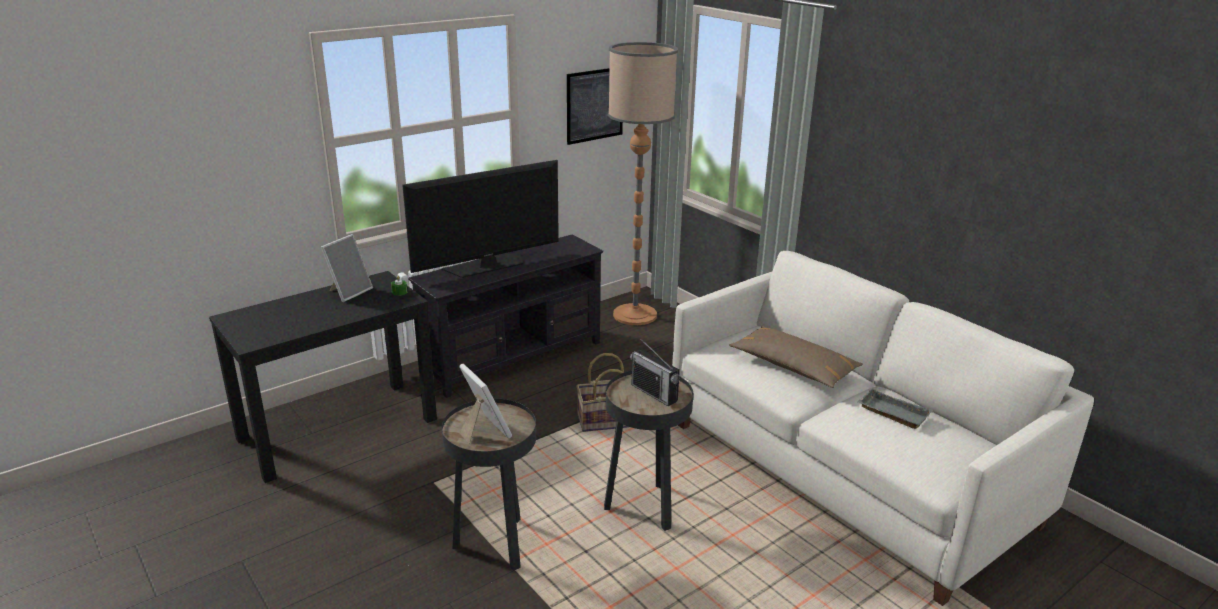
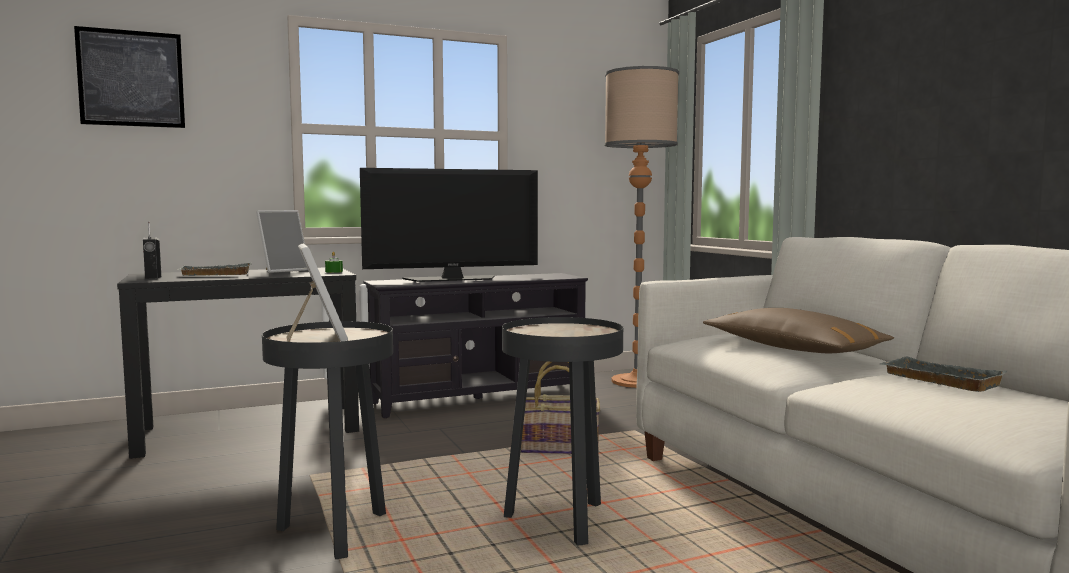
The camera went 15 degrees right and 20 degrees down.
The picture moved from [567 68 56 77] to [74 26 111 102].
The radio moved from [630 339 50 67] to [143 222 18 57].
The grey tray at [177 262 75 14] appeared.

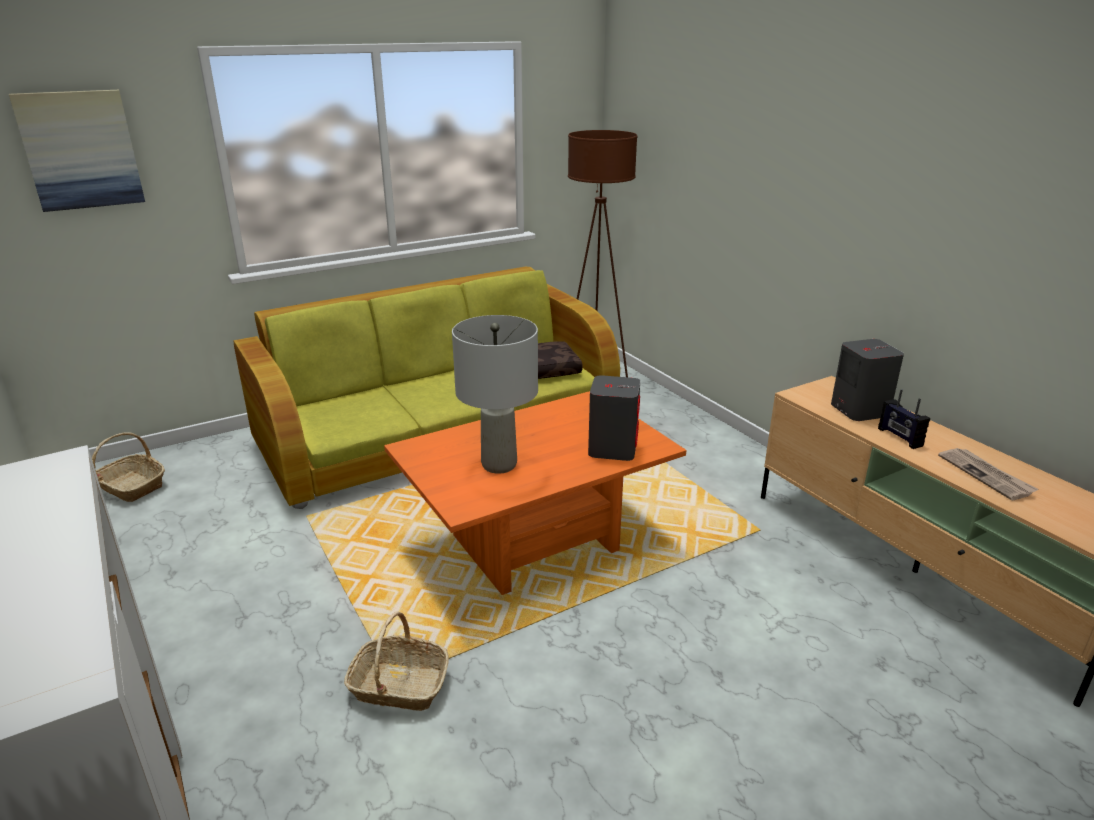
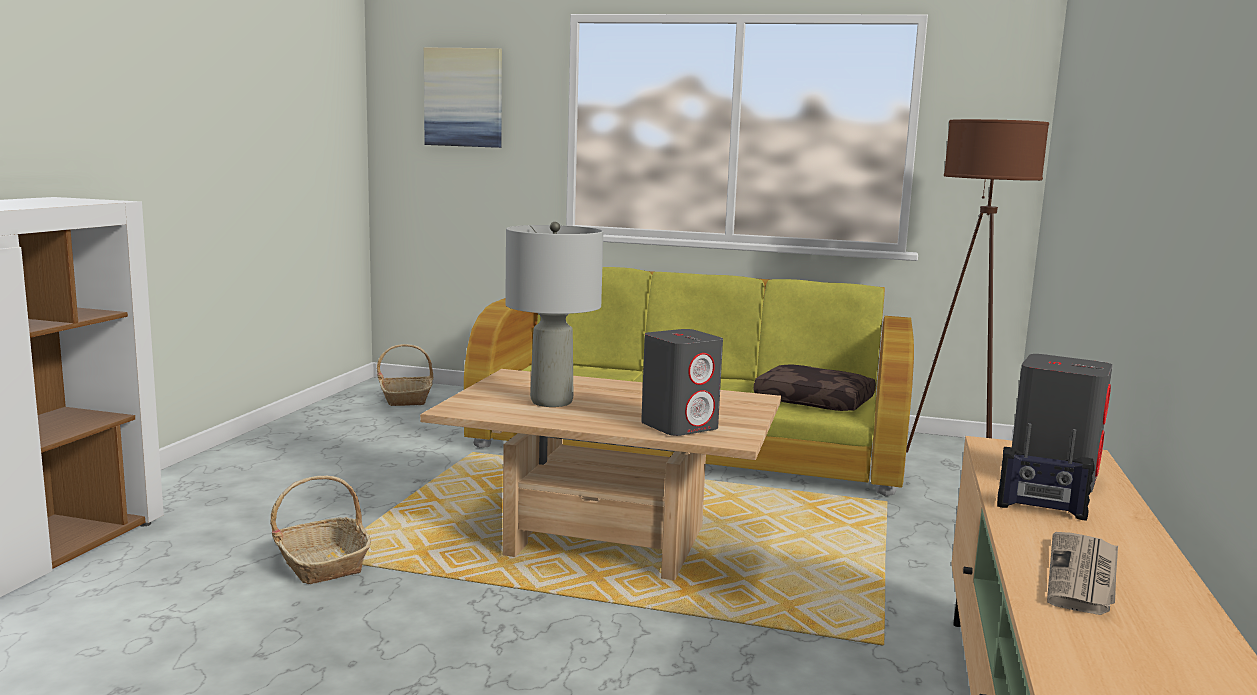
The camera went 45 degrees right and 15 degrees down.
The radio at [878 389 52 60] turned 90 degrees counterclockwise.
The orange coffee table at [384 391 302 204] became the beige coffee table at [420 369 361 211].

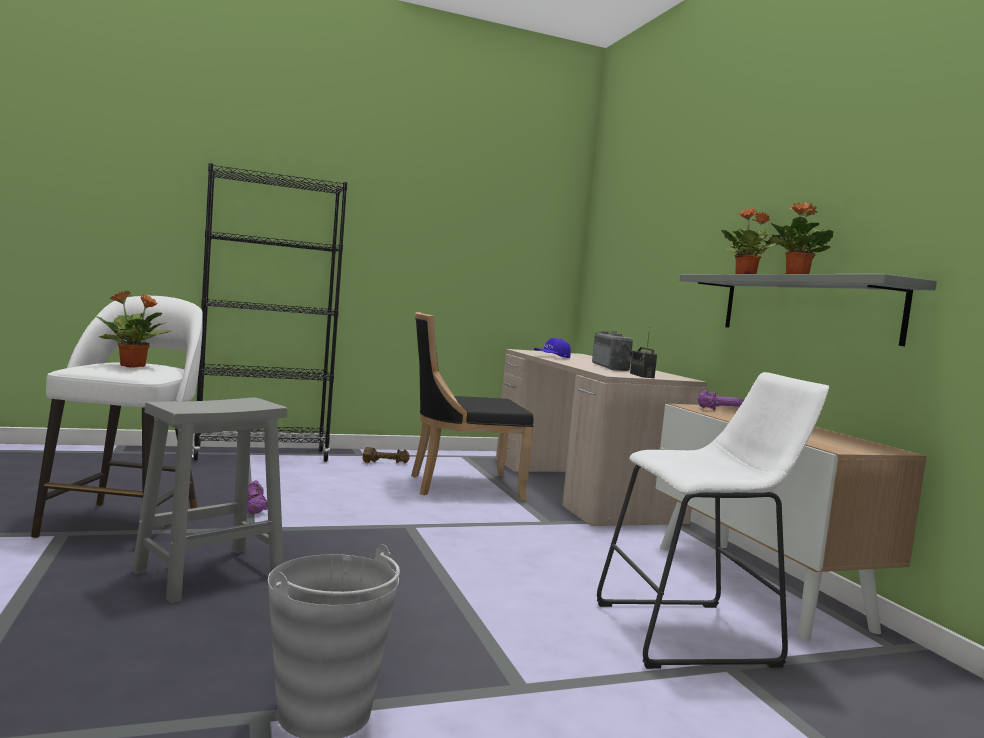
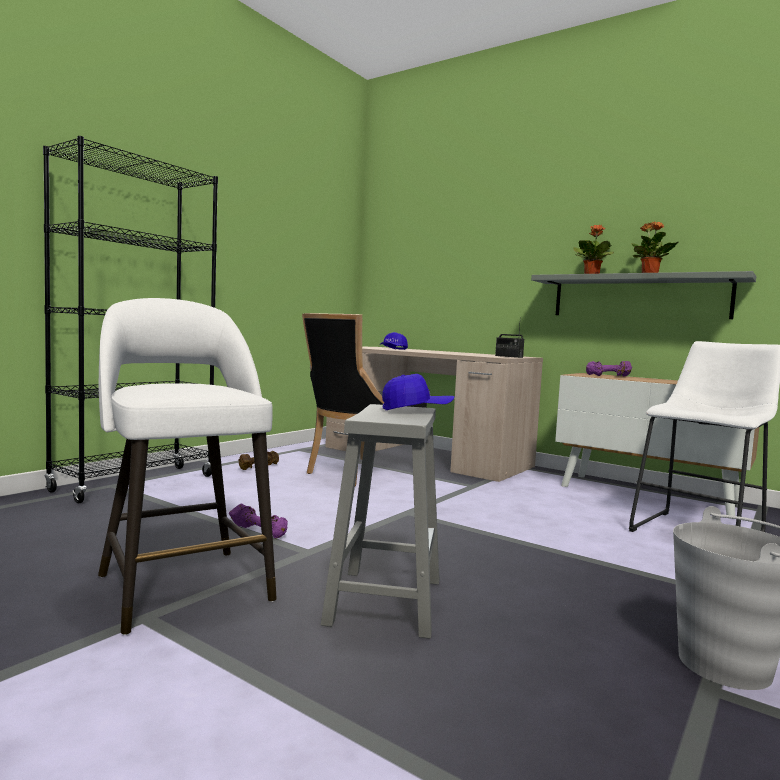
The camera went 35 degrees left and 0 degrees up.
The potted plant at [96 291 75 76] disappeared.
The radio at [592 331 41 40] disappeared.
The blue cap at [382 374 73 36] appeared.

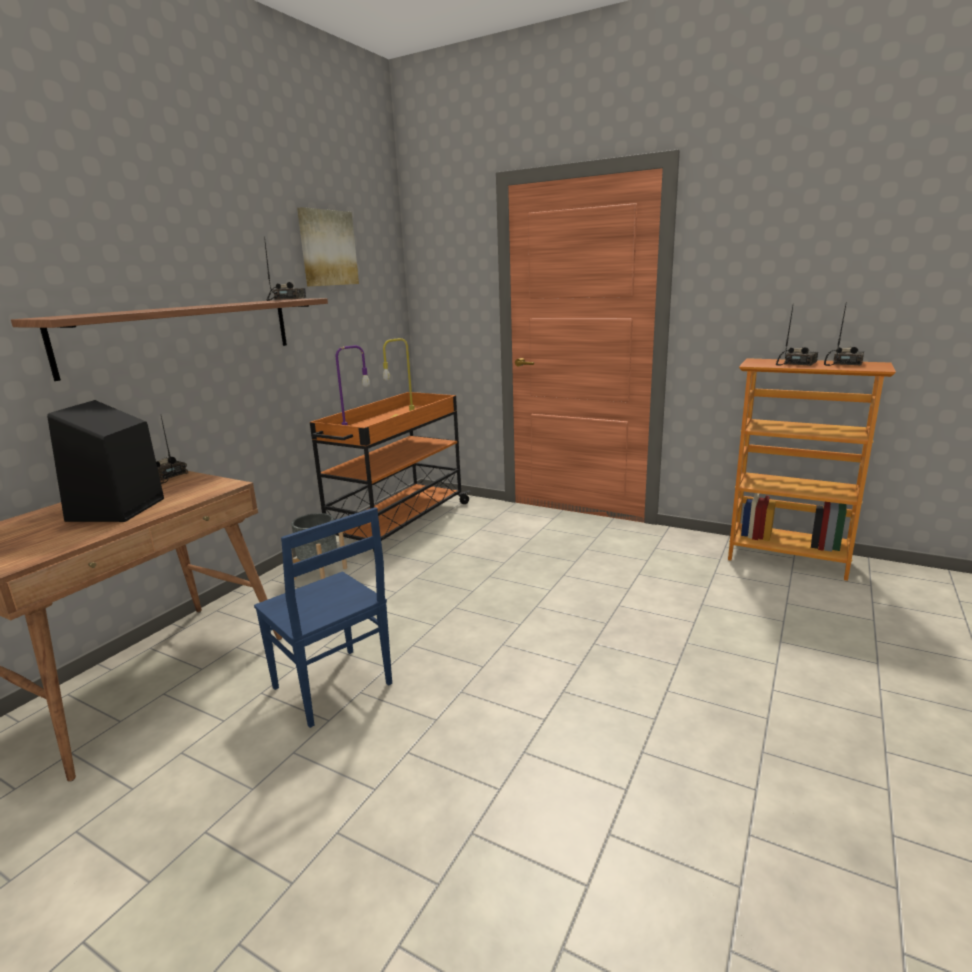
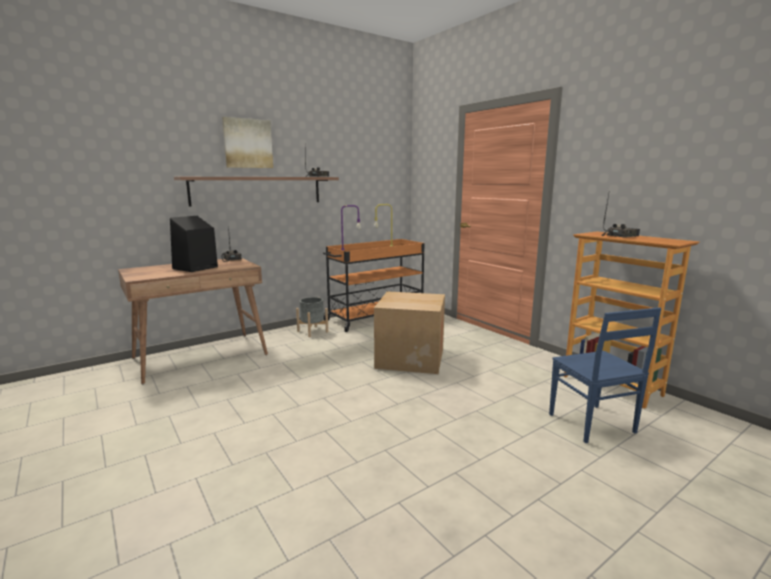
The camera went 25 degrees right and 5 degrees down.
The picture moved from [297 207 62 79] to [222 117 51 51].
The radio at [824 305 40 61] disappeared.
The blue chair moved from [254 507 138 221] to [549 307 112 136].
The cardboard box at [374 291 71 83] appeared.

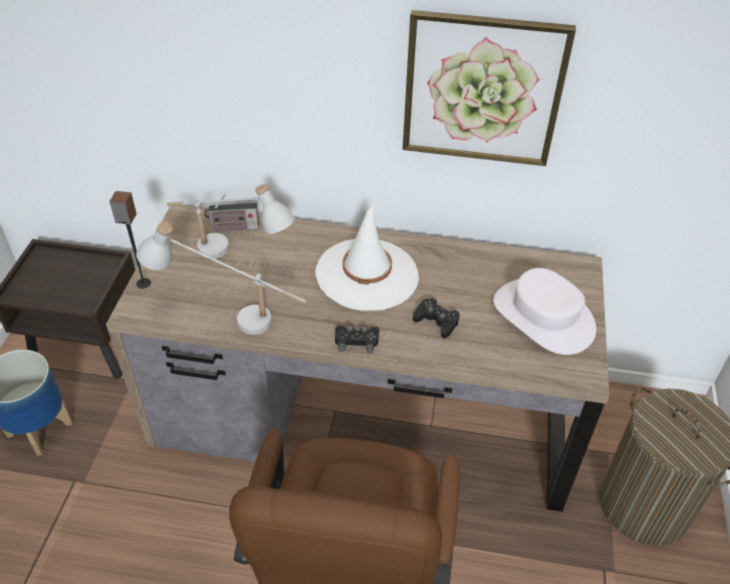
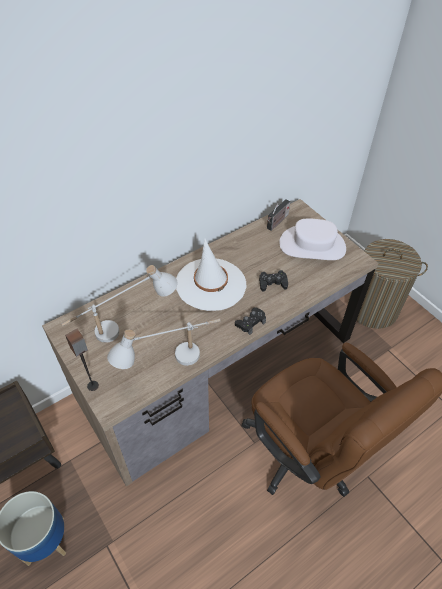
The camera went 45 degrees left and 5 degrees up.
The picture at [403 10 173 156] disappeared.
The radio moved from [204 195 55 37] to [267 199 23 32].

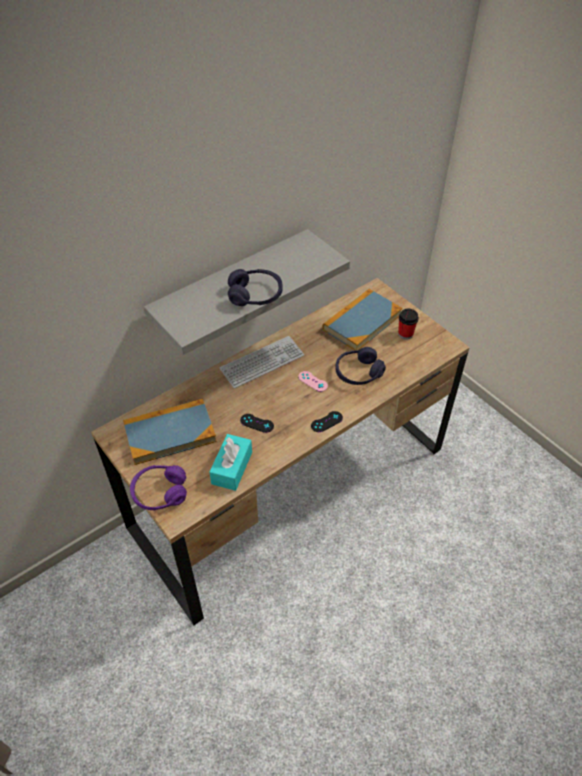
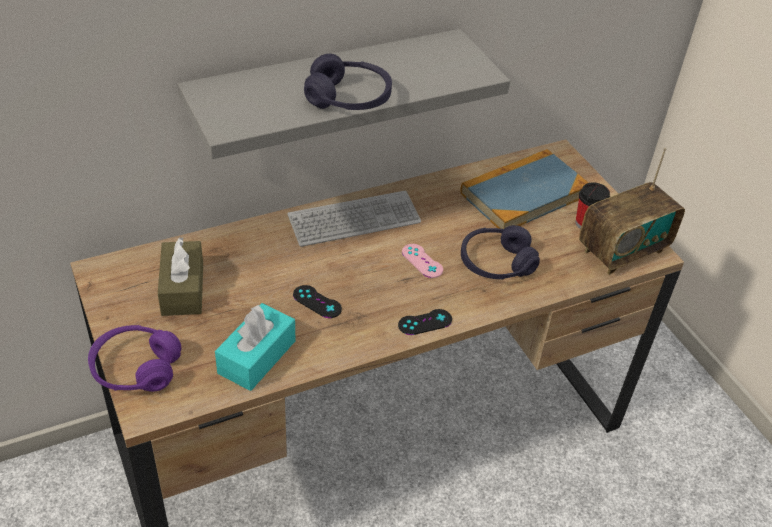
The camera went 10 degrees right and 5 degrees down.
The book at [123 399 94 66] was replaced by the brown tissue box at [158 237 45 79].
The radio at [579 147 106 128] appeared.

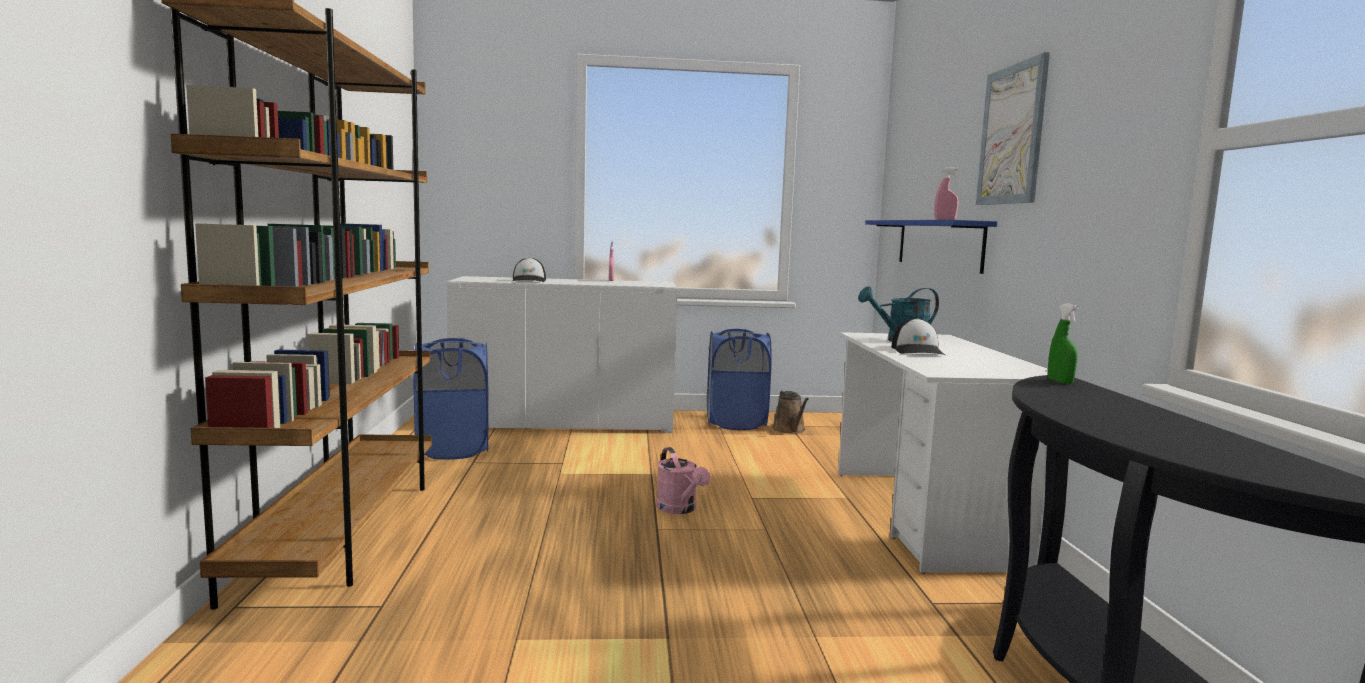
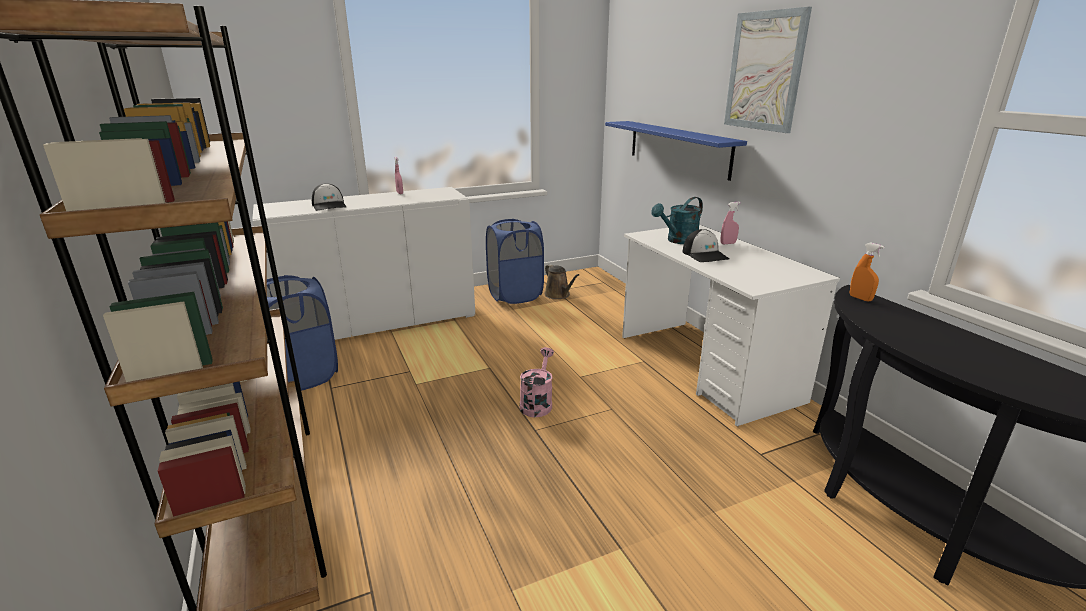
The camera went 20 degrees left and 15 degrees up.
The pink spray bottle moved from [934 167 25 53] to [721 202 20 42].
The green spray bottle at [1048 303 31 81] became the orange spray bottle at [849 242 35 59].
The pink watering can at [656 447 54 67] turned 120 degrees counterclockwise.

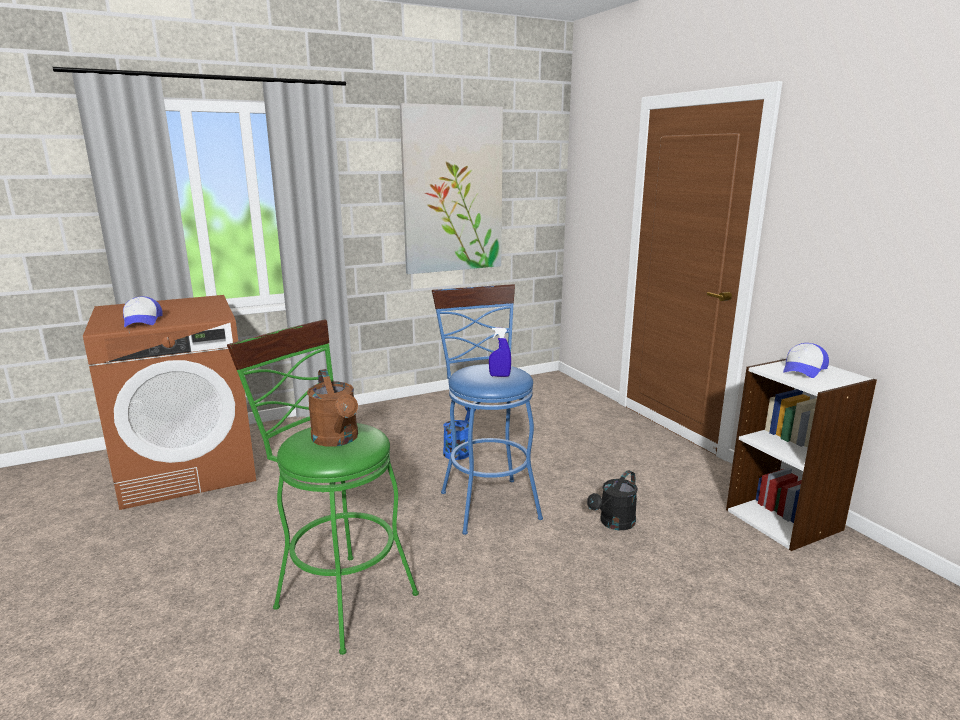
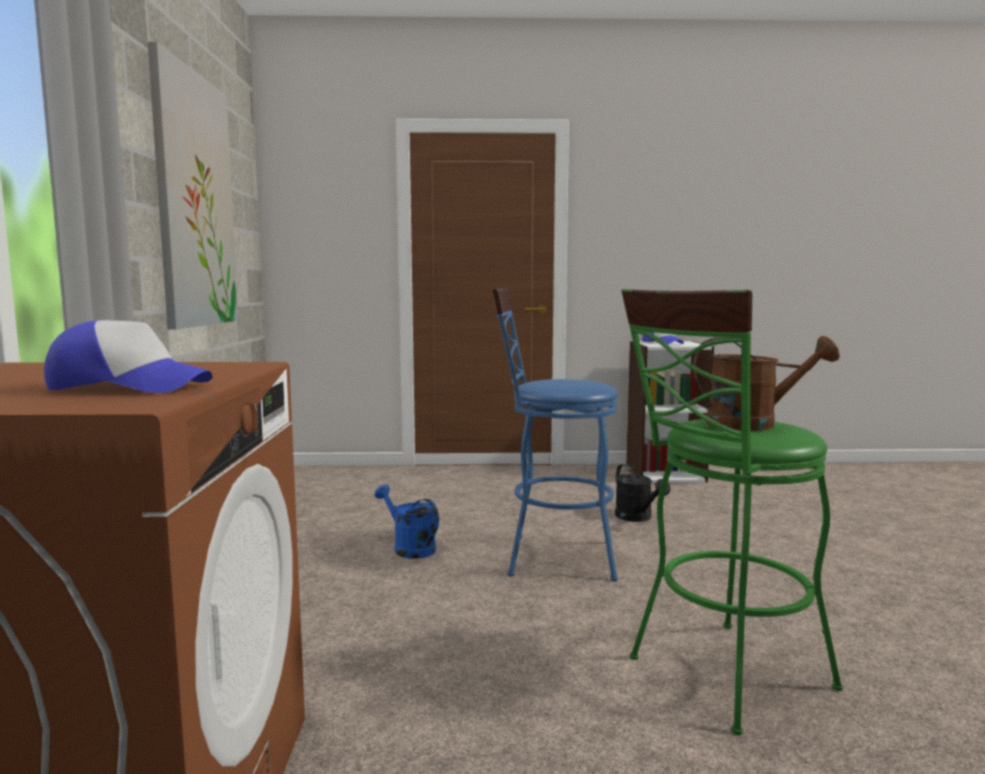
The camera went 65 degrees left and 10 degrees down.
The blue spray bottle at [489 328 22 49] disappeared.

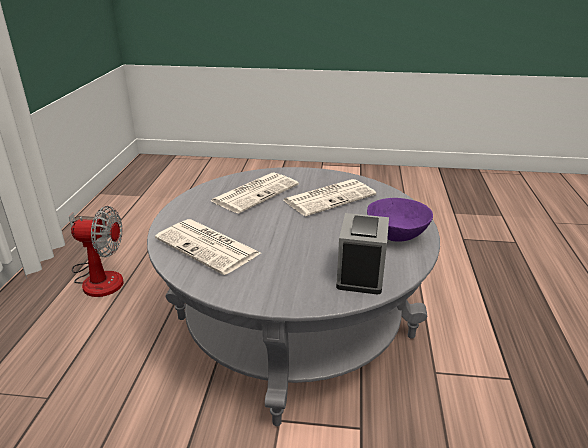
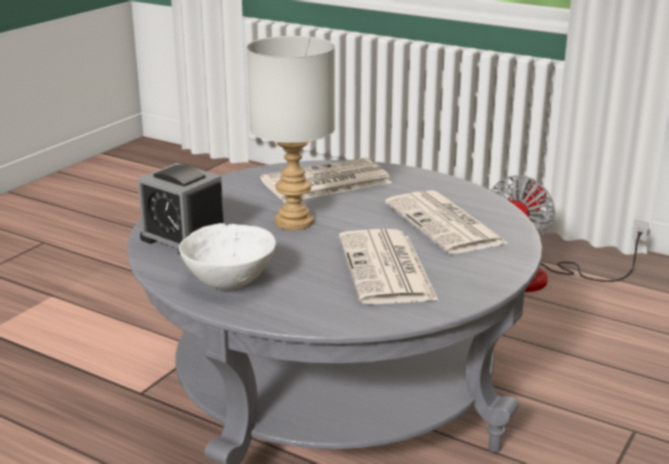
The camera went 115 degrees right and 5 degrees down.
The purple bowl at [367 198 66 44] became the white bowl at [179 223 97 67].
The grey table lamp at [247 36 88 194] appeared.

